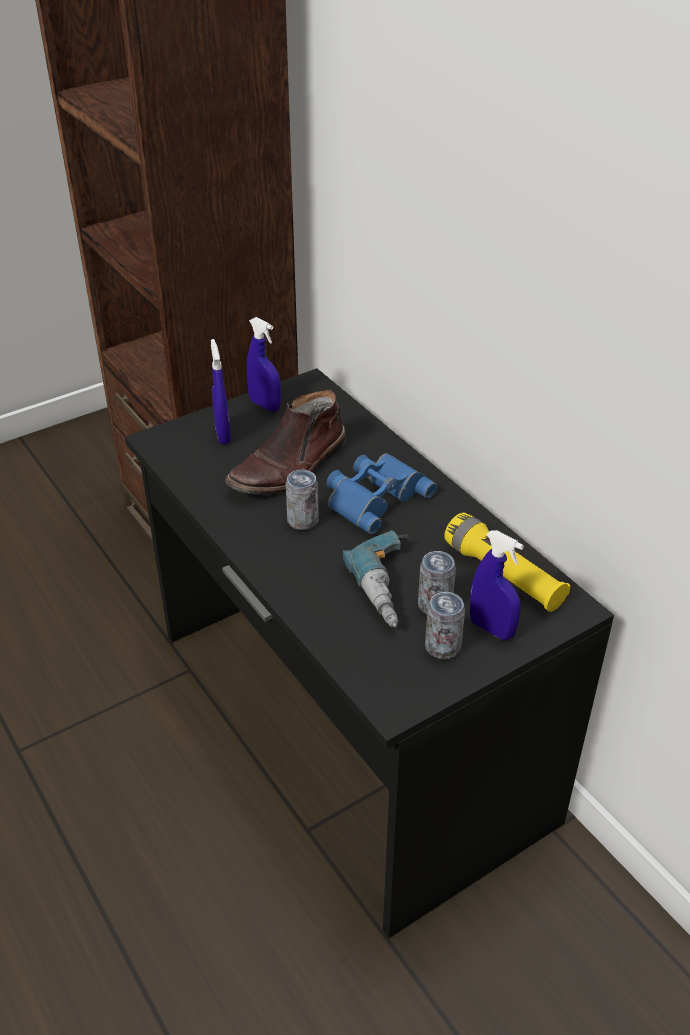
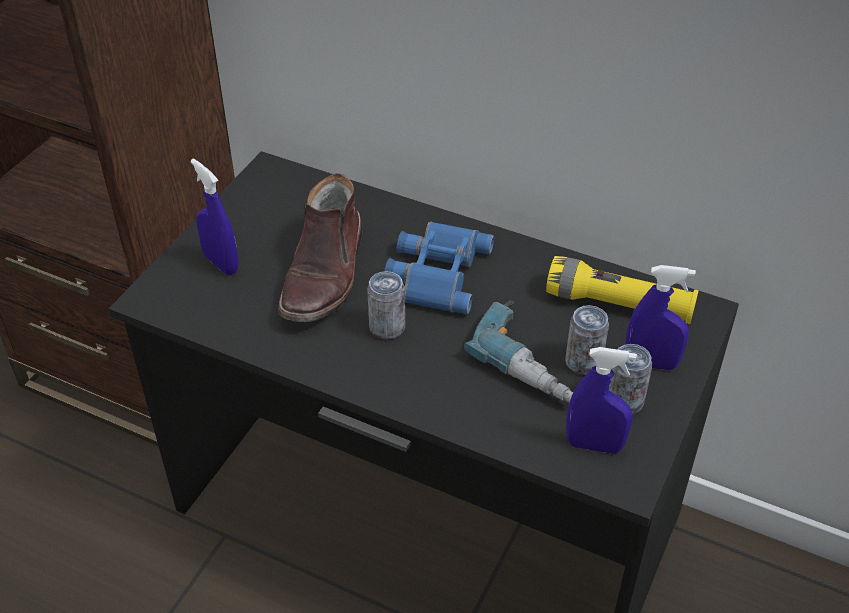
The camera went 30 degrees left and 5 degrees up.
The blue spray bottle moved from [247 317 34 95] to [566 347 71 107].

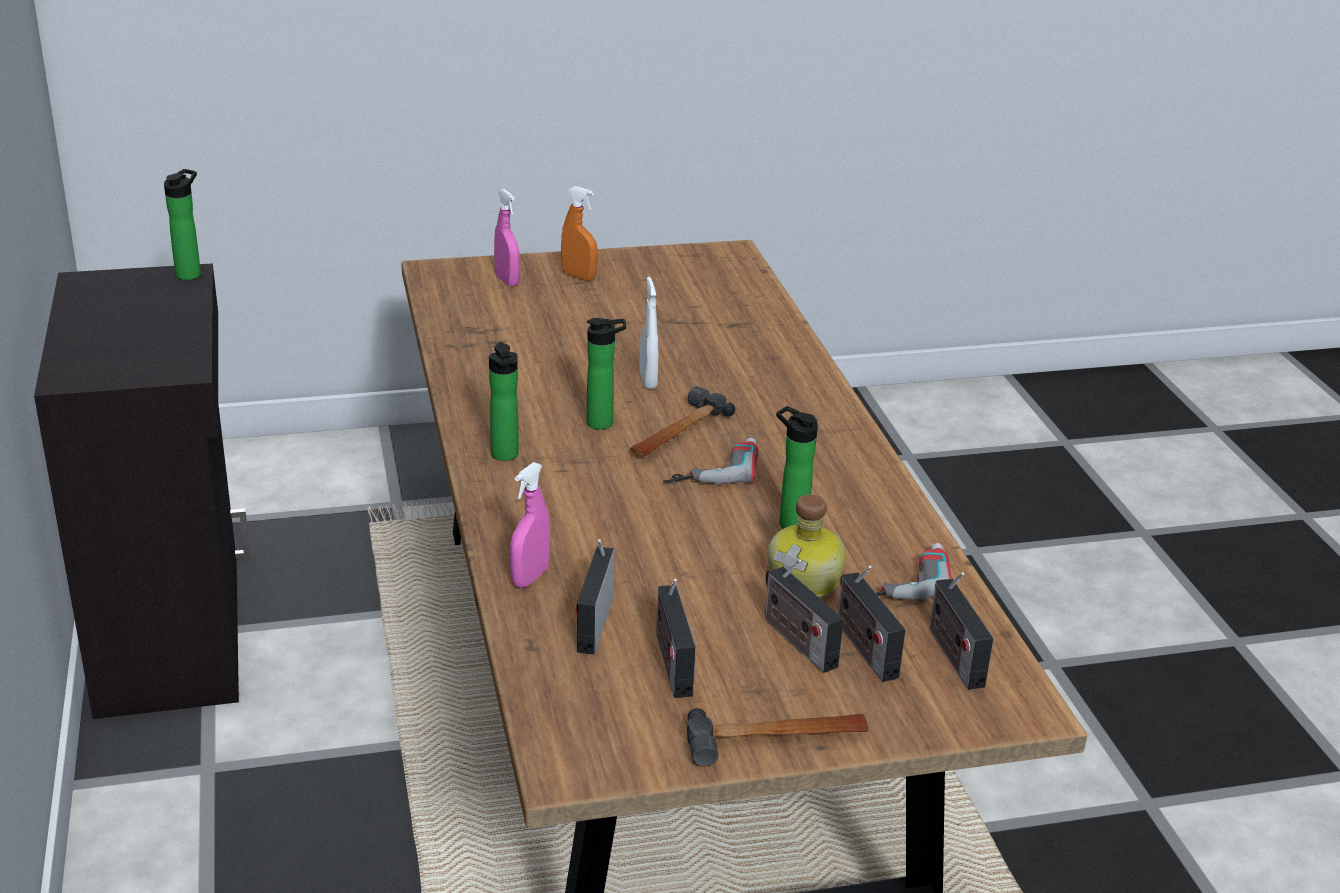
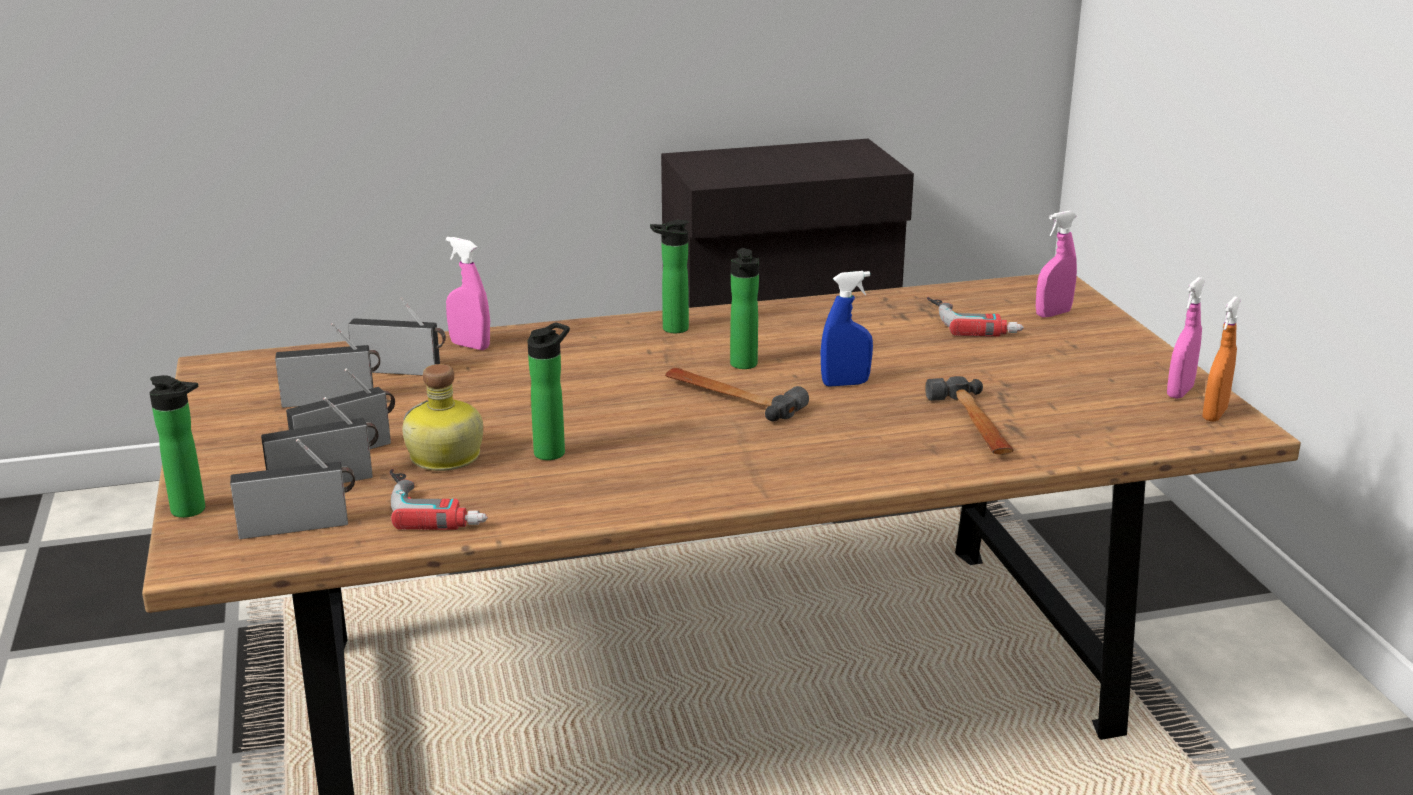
The camera went 90 degrees right and 5 degrees down.
The bottle moved from [164 169 37 111] to [150 375 55 143].
The orange spray bottle moved from [561 186 36 95] to [1202 296 39 126].
The white spray bottle at [640 277 19 112] became the blue spray bottle at [820 271 53 116].
The power drill moved from [663 437 95 47] to [927 297 97 40].
The hammer moved from [687 708 181 58] to [925 376 88 78].
The pink spray bottle at [1167 277 38 122] appeared.

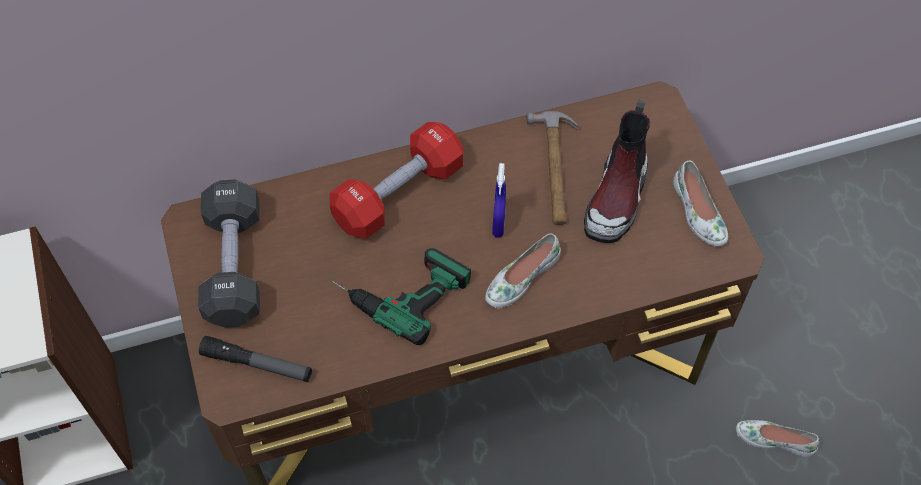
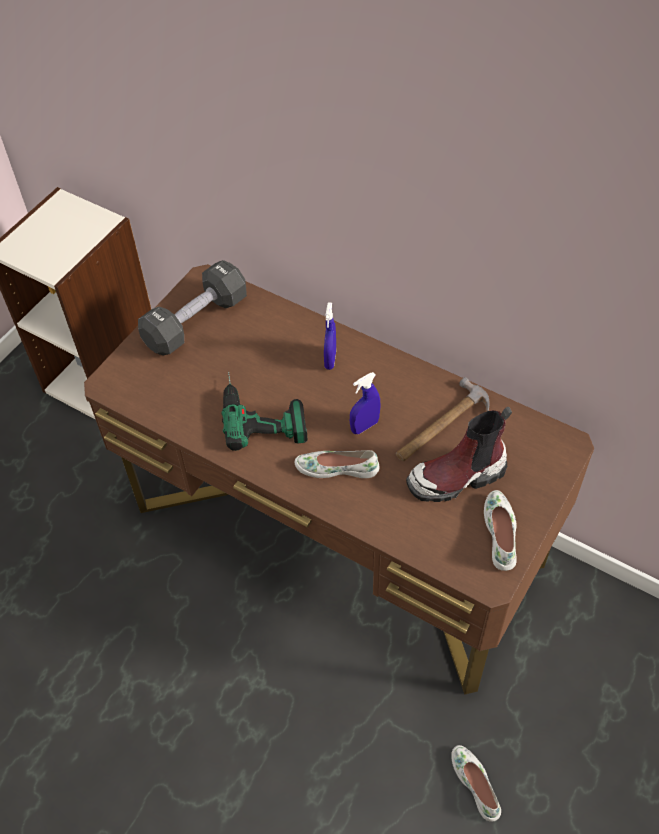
The camera went 50 degrees right and 5 degrees down.
The red dumbbell at [330 122 133 117] was replaced by the blue spray bottle at [324 302 12 68].
The white shoe at [673 161 55 85] turned 150 degrees clockwise.
The flashlight at [199 336 113 46] disappeared.

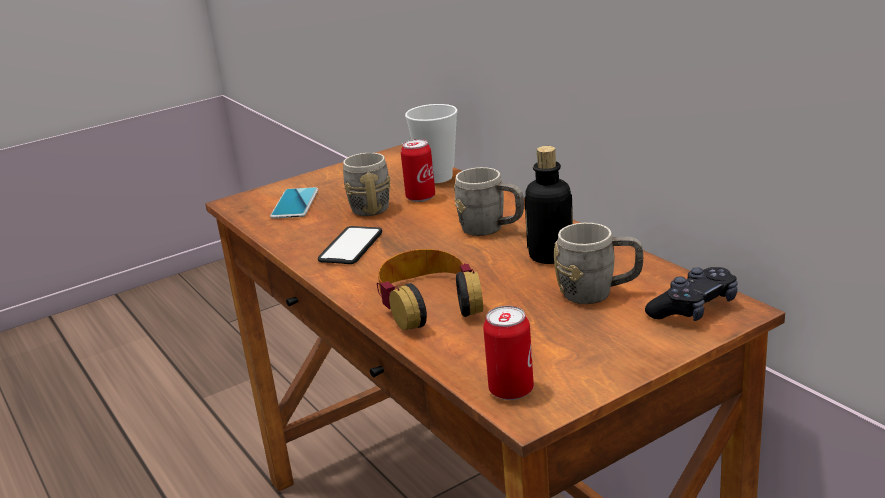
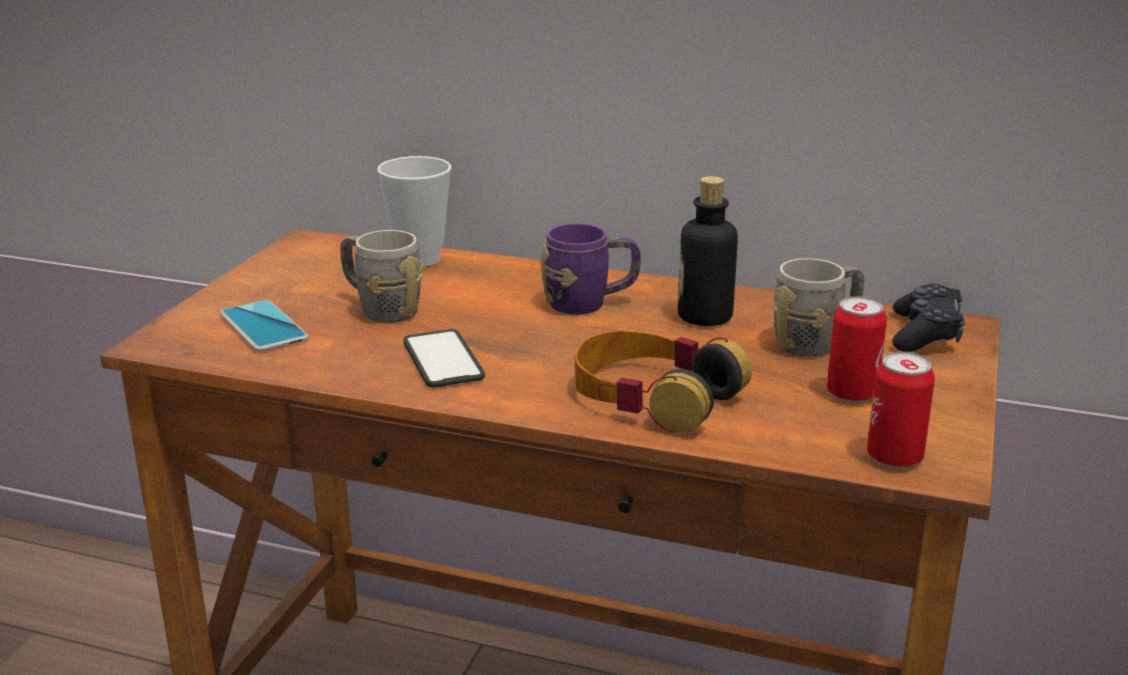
The camera went 40 degrees left and 0 degrees up.
The can moved from [401 139 34 63] to [827 296 60 107].
The grey mug at [454 167 70 69] became the purple mug at [541 223 100 92].

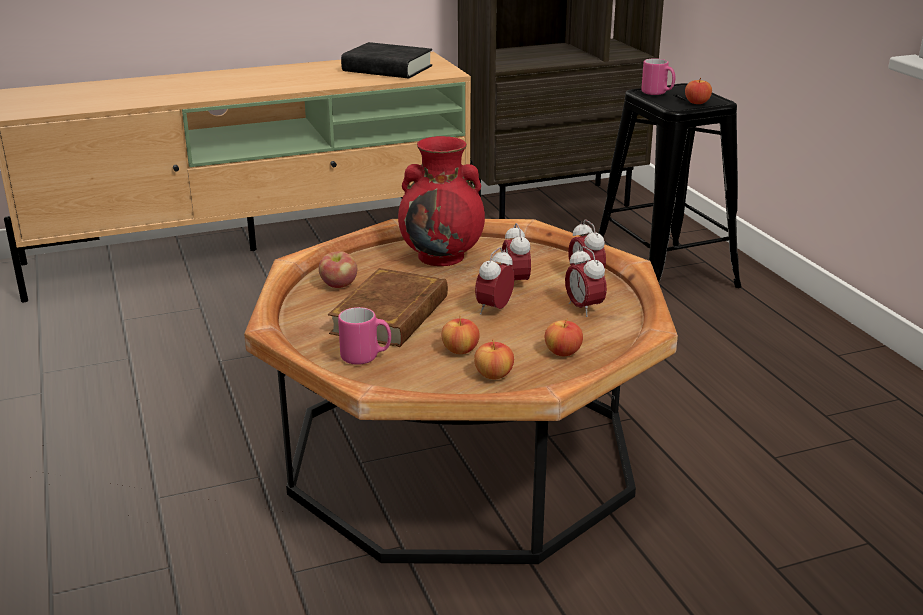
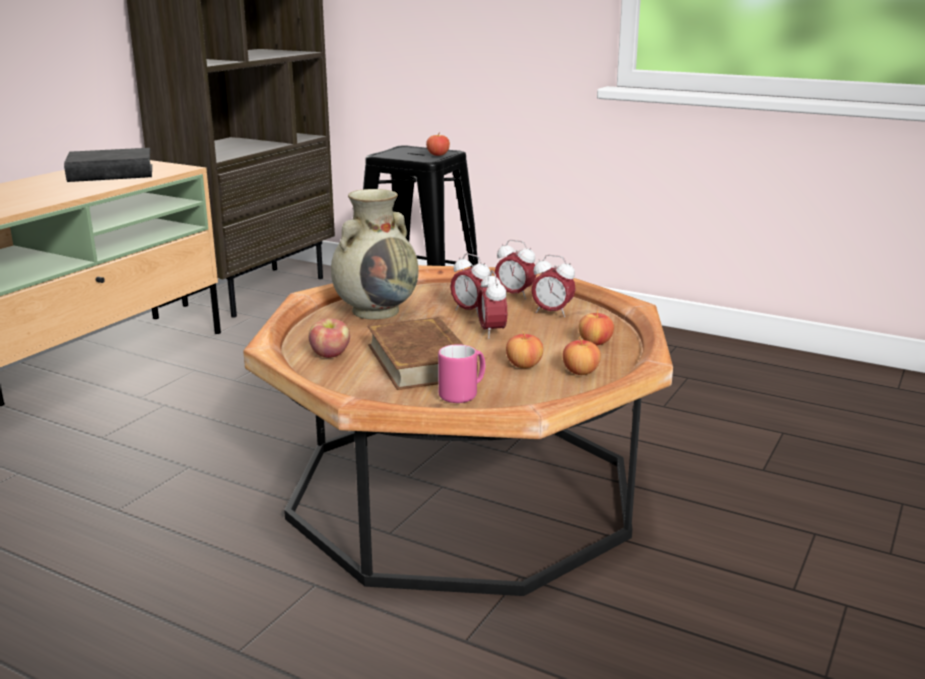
The camera went 40 degrees left and 5 degrees down.
The pink mug at [641 58 34 37] disappeared.
The red vase at [398 136 87 130] became the beige vase at [331 189 88 131].

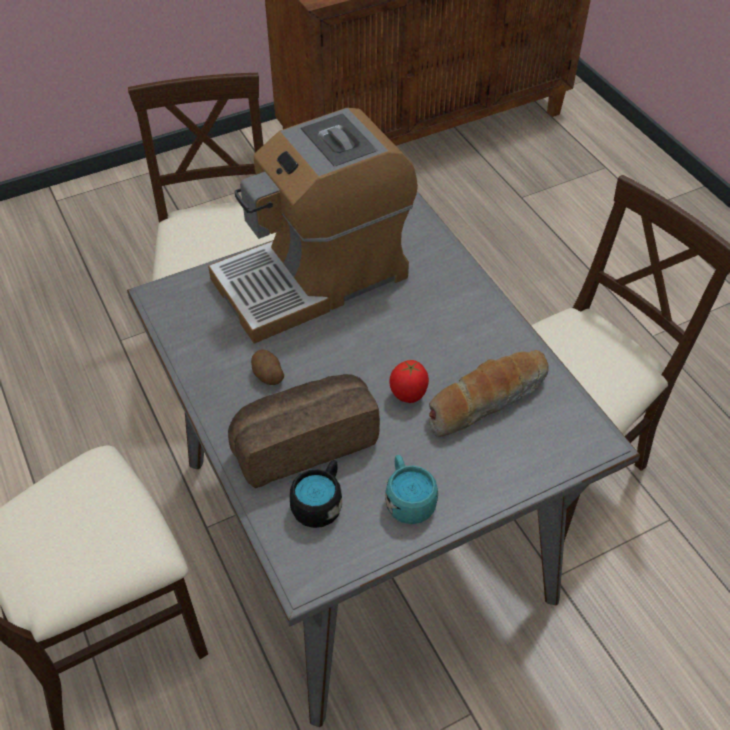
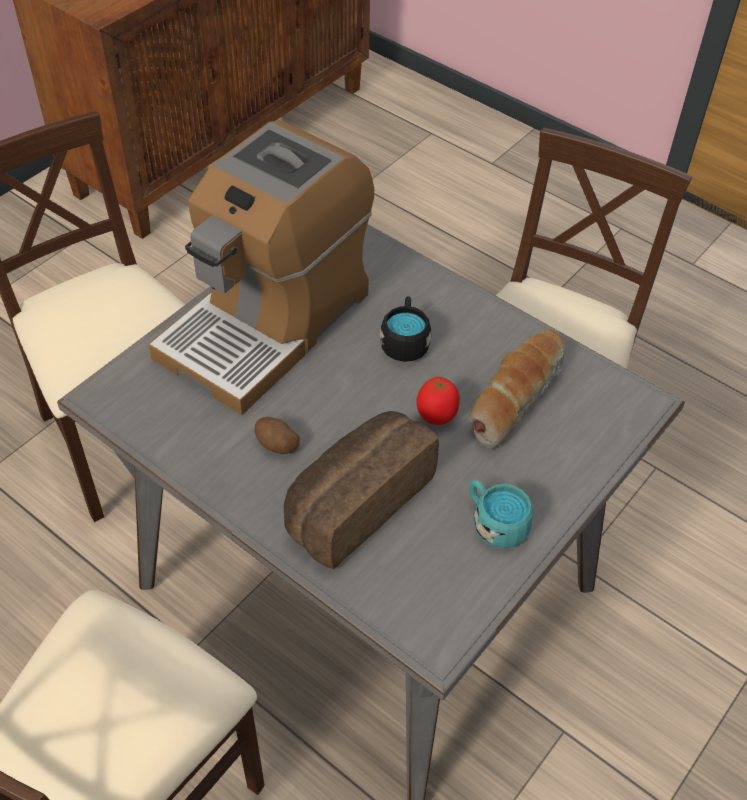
The camera went 25 degrees left and 0 degrees up.
The black mug moved from [289 460 53 68] to [380 296 51 66].

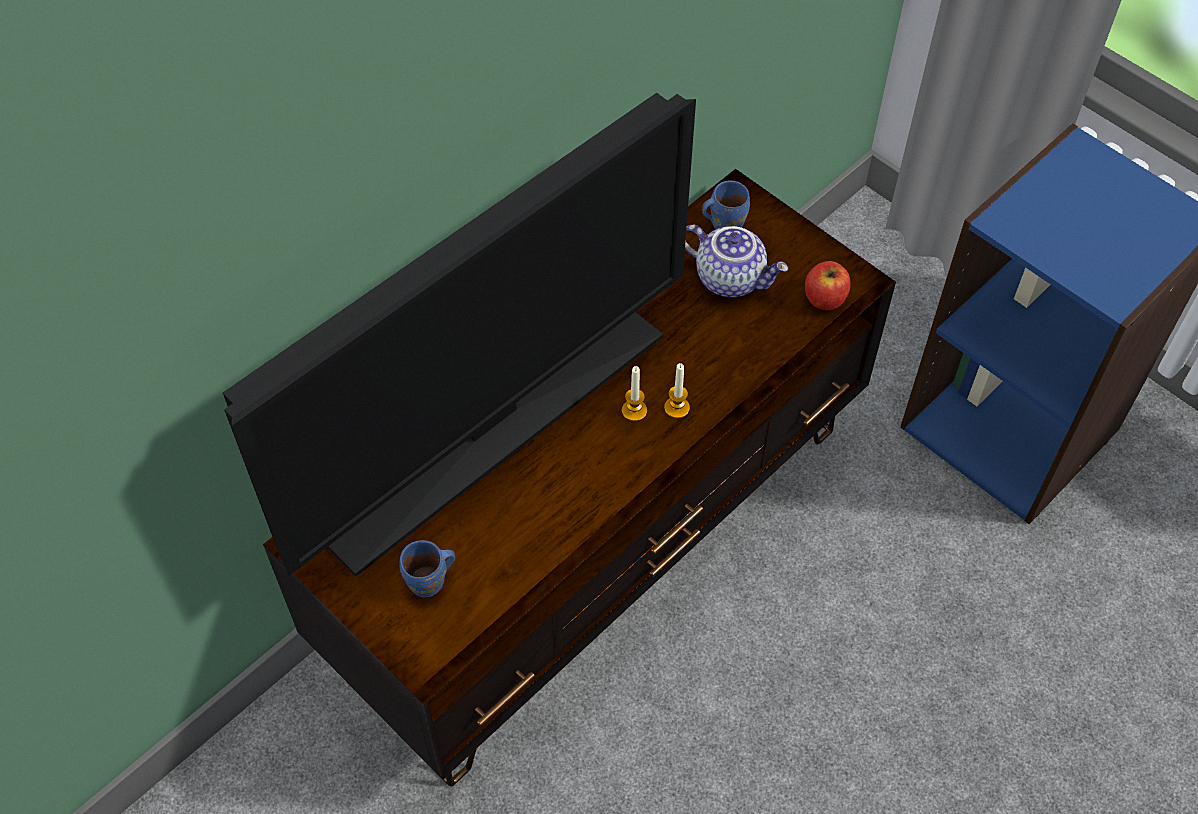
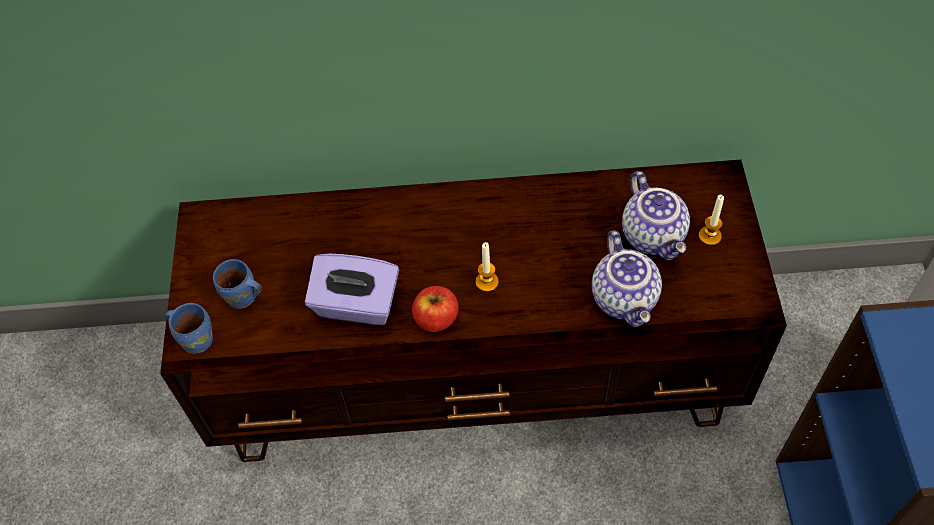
The camera went 45 degrees right and 0 degrees up.
The television at [223 93 473 483] disappeared.
The blue mug moved from [702 181 48 48] to [166 303 47 51].
The apple moved from [805 261 45 49] to [412 286 47 46].
The candle moved from [664 363 26 56] to [699 195 25 50].
The teapot at [592 231 70 96] appeared.
The purple tissue box at [305 253 94 72] appeared.

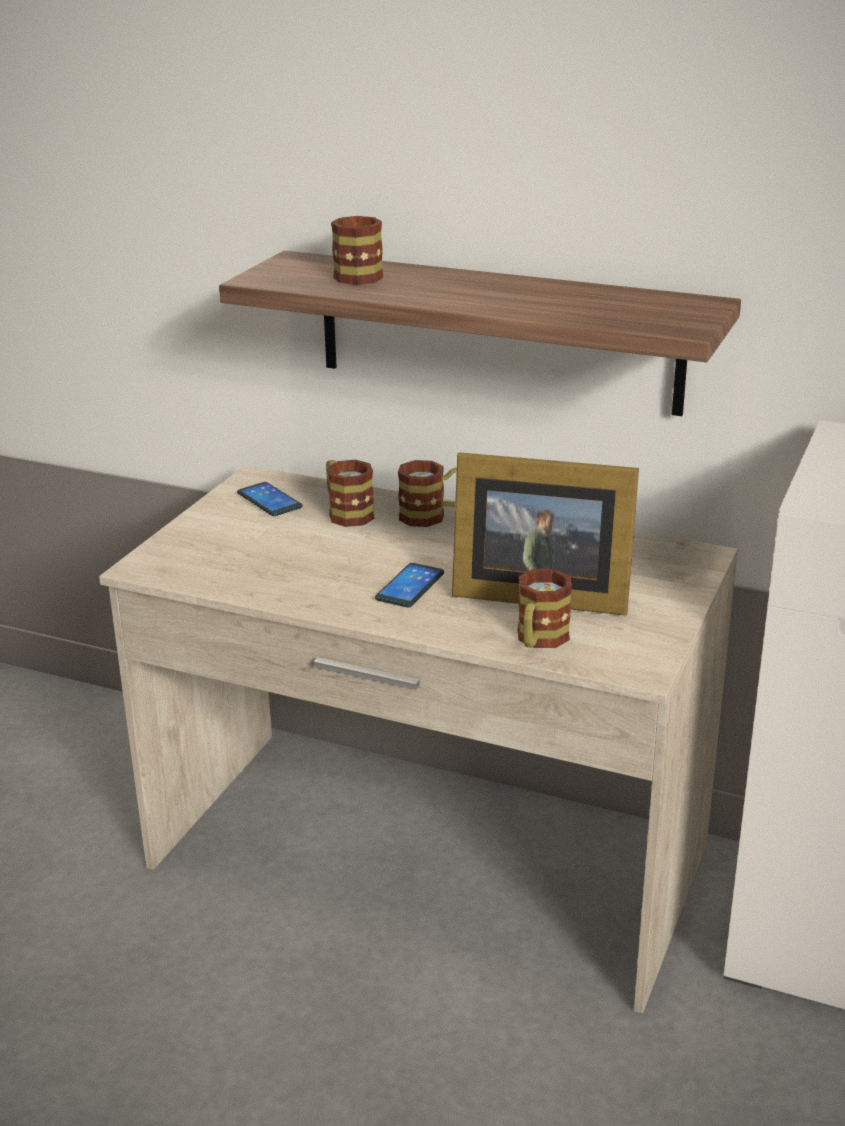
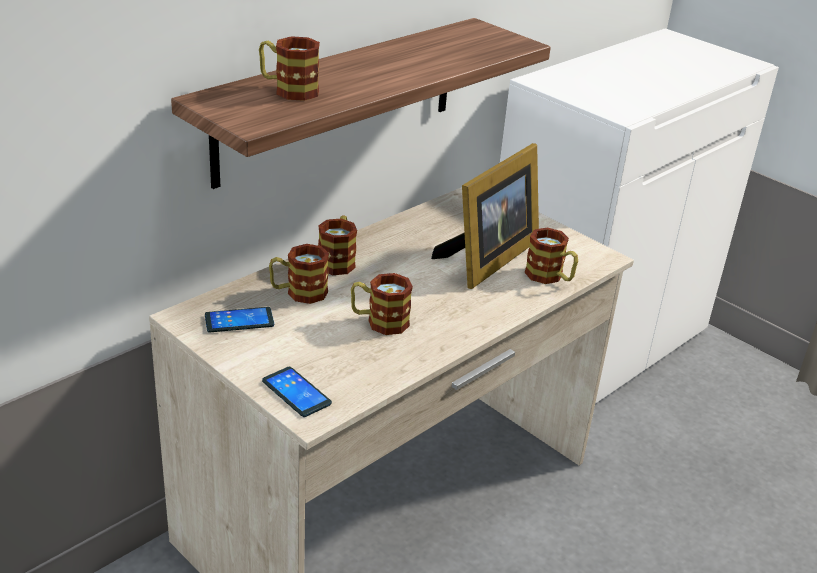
The camera went 70 degrees left and 5 degrees up.
The phone moved from [375 563 69 44] to [262 367 70 50].
The mug at [351 273 62 62] appeared.

